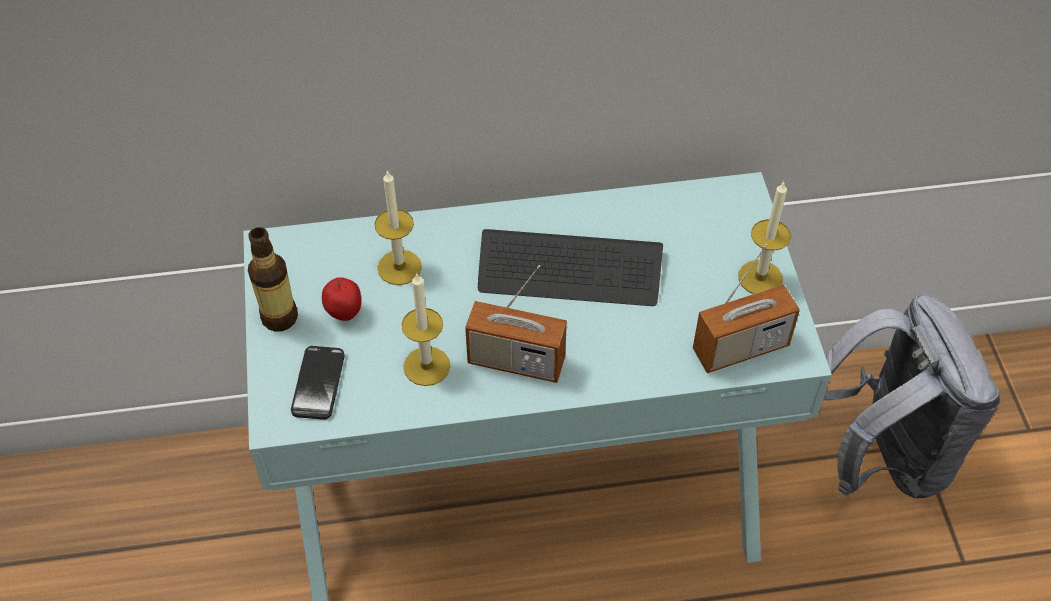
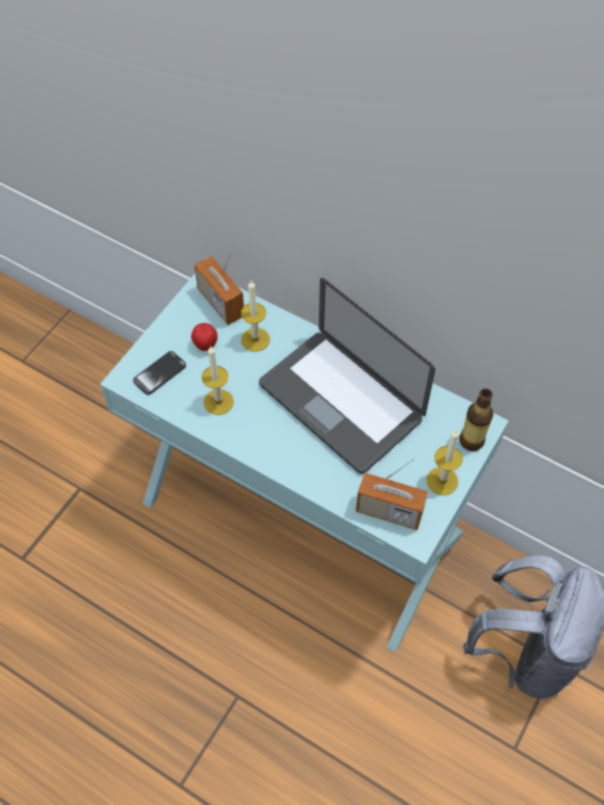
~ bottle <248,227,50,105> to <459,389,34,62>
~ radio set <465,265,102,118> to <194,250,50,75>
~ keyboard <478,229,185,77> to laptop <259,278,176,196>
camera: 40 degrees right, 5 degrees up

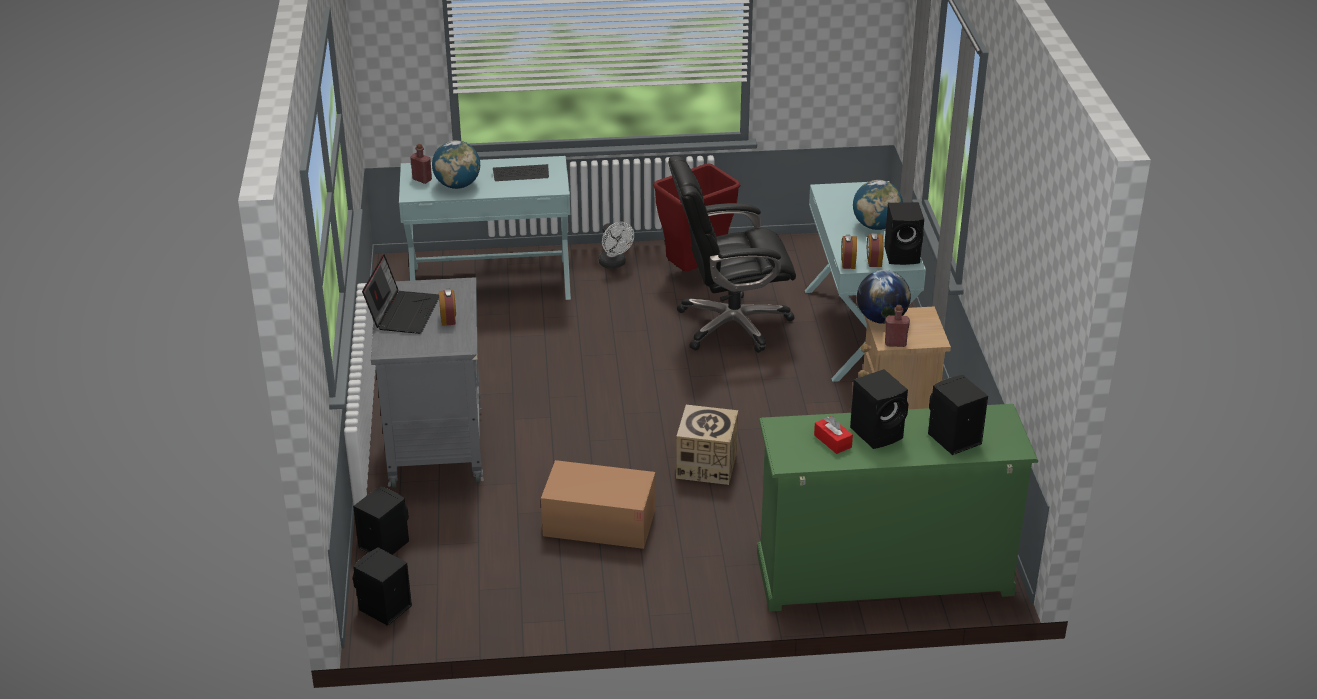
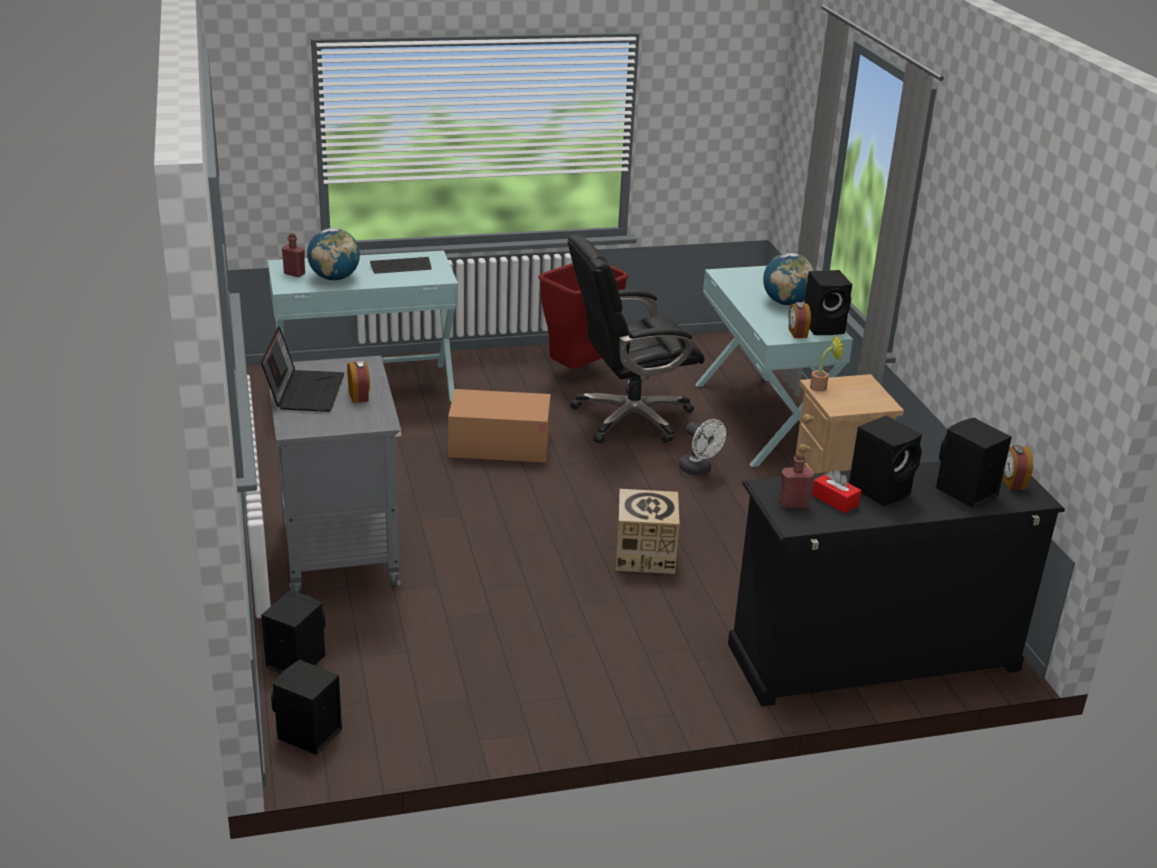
~ cardboard box <541,460,114,89> to <448,389,103,73>
~ electric fan/white <599,222,35,47> to <679,419,47,56>
~ cabinet/green <757,404,281,208> to cabinet/black <728,461,337,246>
~ alarm clock <841,235,16,34> to <1002,445,31,45>
~ world globe <857,270,54,54> to potted plant <810,334,34,58>
~ bottle/red-coloured <885,305,25,42> to <779,453,35,55>
camera: 10 degrees left, 5 degrees down

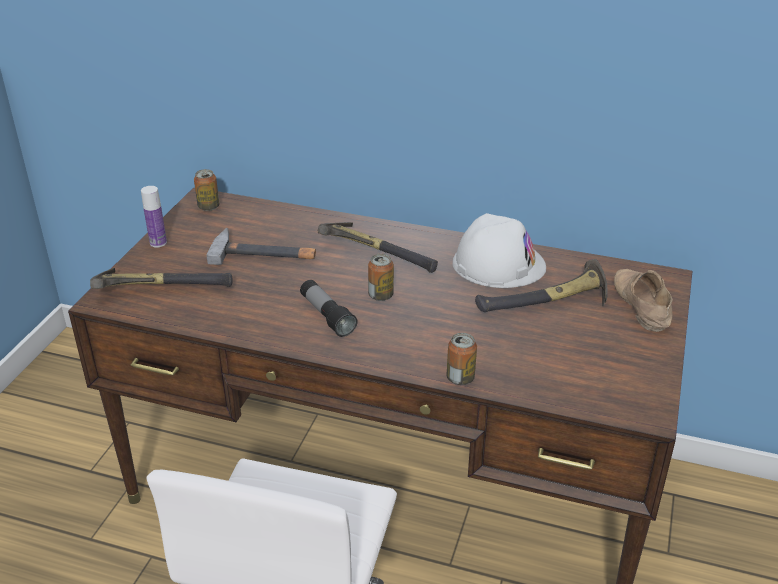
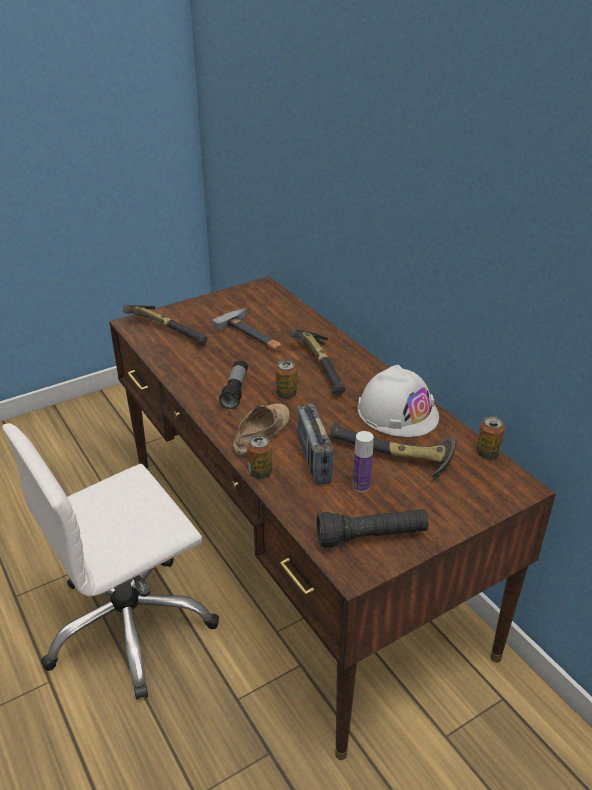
~ bottle <141,186,26,62> to <353,431,21,61>
~ metal can <194,169,26,42> to <476,416,29,43>
~ low shoe/sand-coloured <614,269,58,63> to <233,403,57,53>
+ radio set <297,404,37,80>
+ hand torch/black <317,509,112,39>
camera: 40 degrees right, 0 degrees up

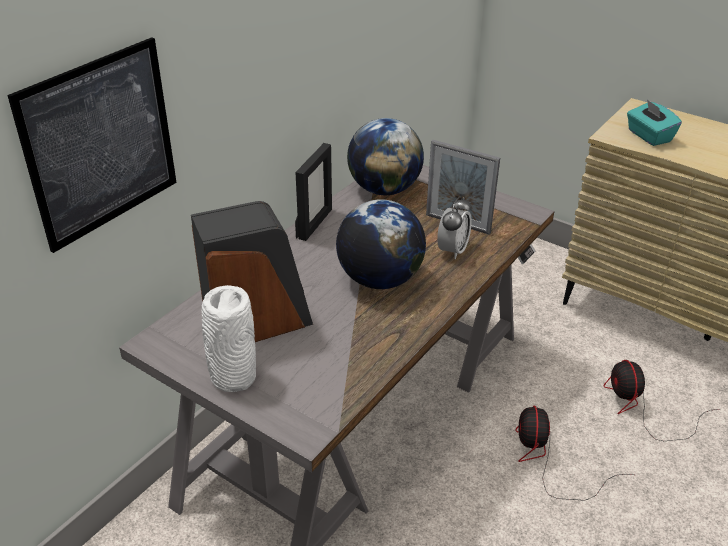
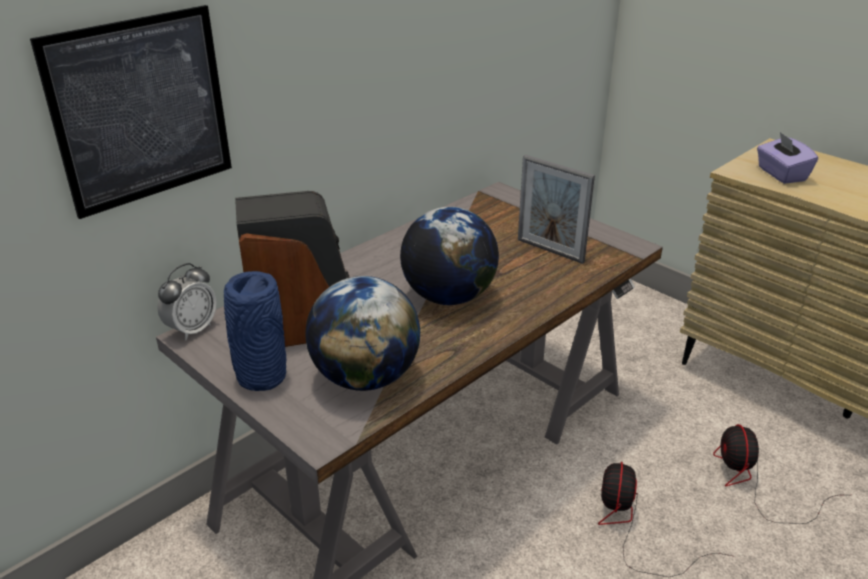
~ vase/white <202,285,54,107> to vase/bluish <224,271,62,120>
- picture frame <295,143,37,98>
~ world globe <347,118,77,77> to <305,276,115,115>
~ alarm clock <437,196,35,63> to <157,263,60,77>
~ tissue holder/turquoise <627,99,55,47> to tissue holder/purple <757,132,61,52>
camera: 10 degrees right, 5 degrees down

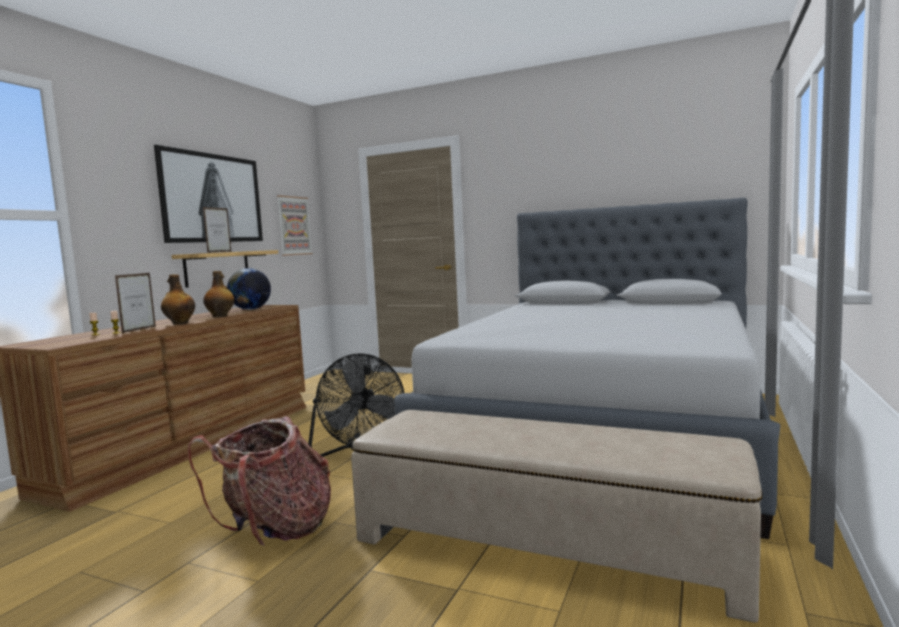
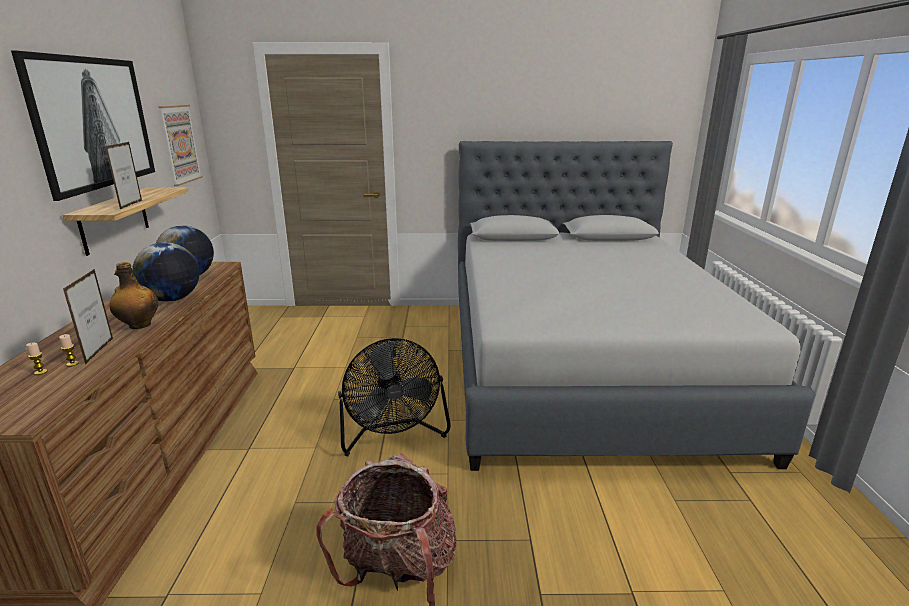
~ bottle <203,271,31,46> to world globe <132,242,68,60>
- long seat/sand-coloured <351,410,412,213>
camera: 25 degrees left, 15 degrees up

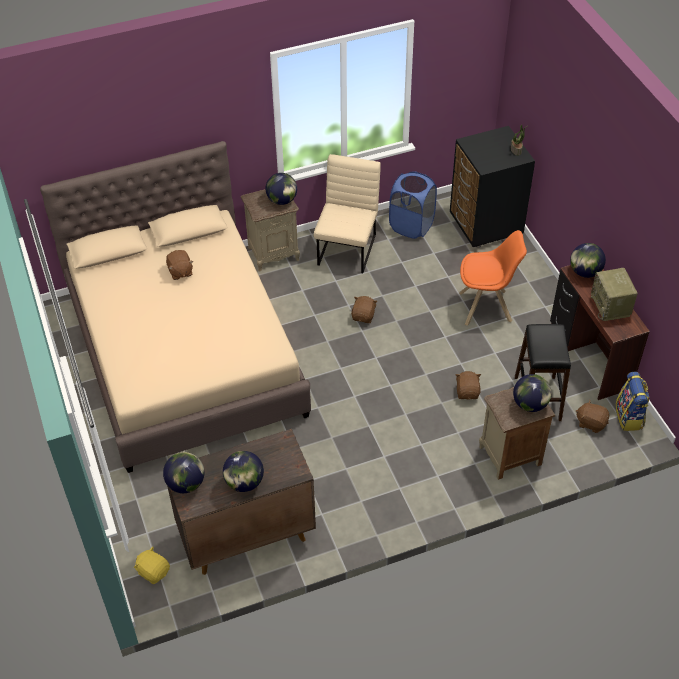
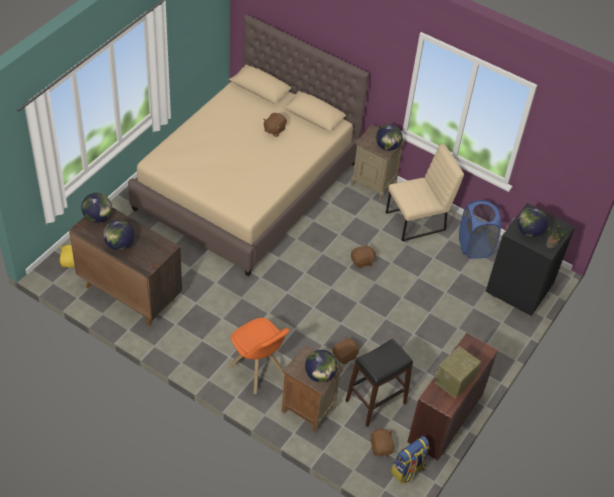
~ plain chair/orange <459,230,68,96> to <228,318,61,76>
~ world globe <570,243,36,35> to <518,207,30,30>
camera: 50 degrees right, 0 degrees up

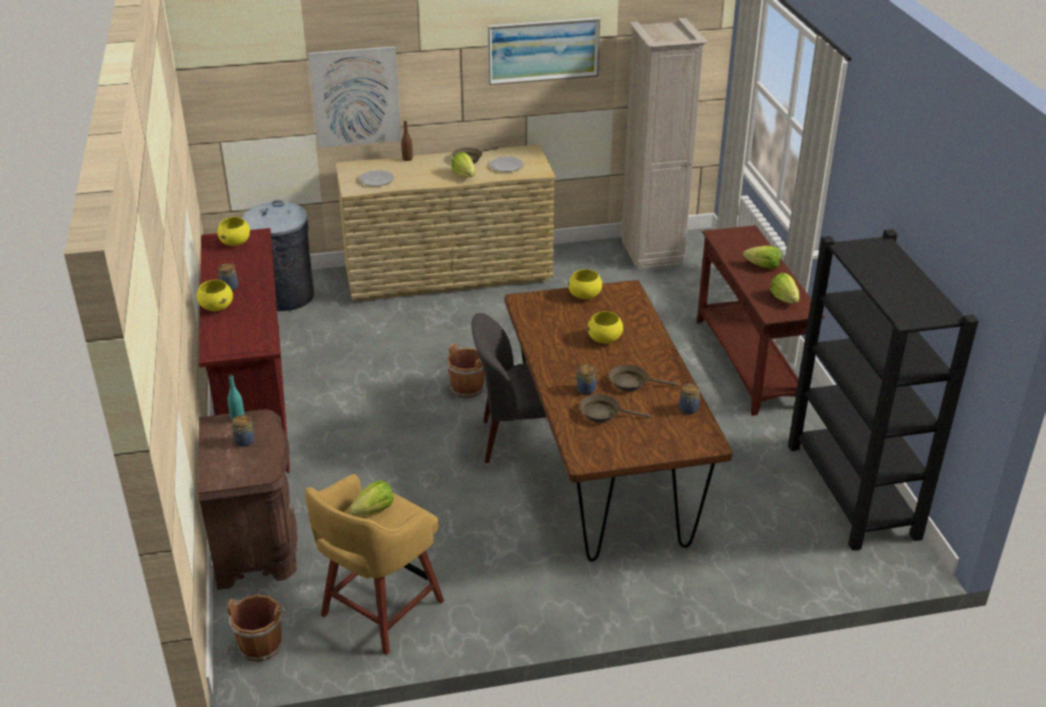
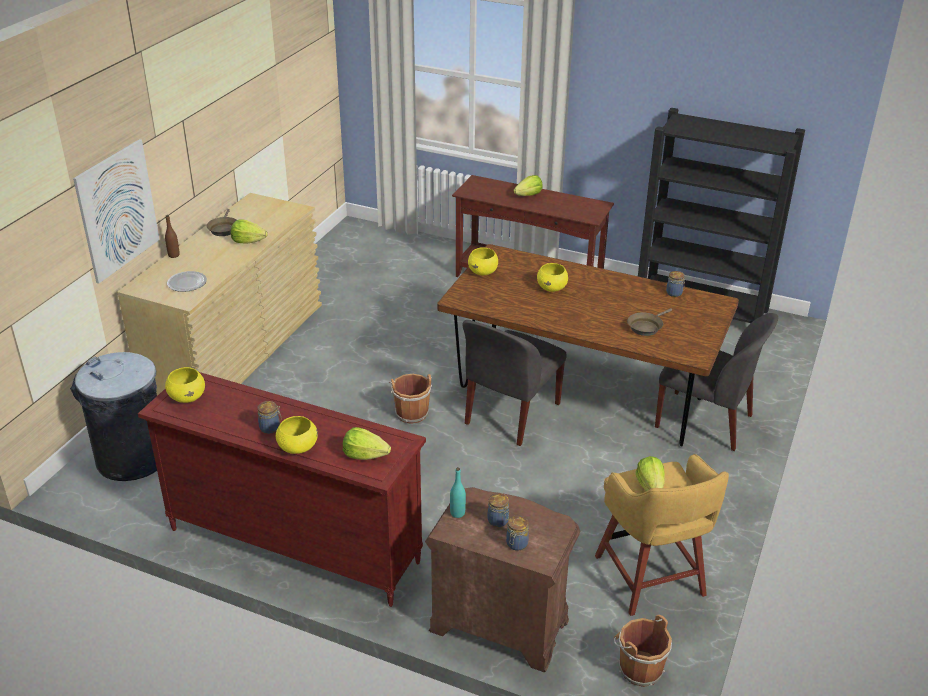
- wall picture <488,17,112,68>
- flat dish <490,156,34,16>
~ preserve jar <575,364,21,31> to <506,516,23,35>
- frying pan/brownish <609,365,70,27>
- cabinet/sand-coloured <621,18,87,252>
~ head of lettuce <770,273,29,30> to <343,427,48,33>
+ plain chair/grey <655,313,123,138>
camera: 55 degrees left, 0 degrees up

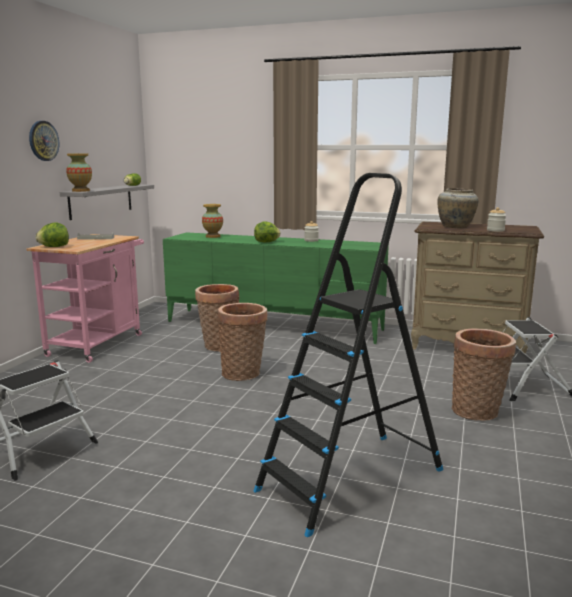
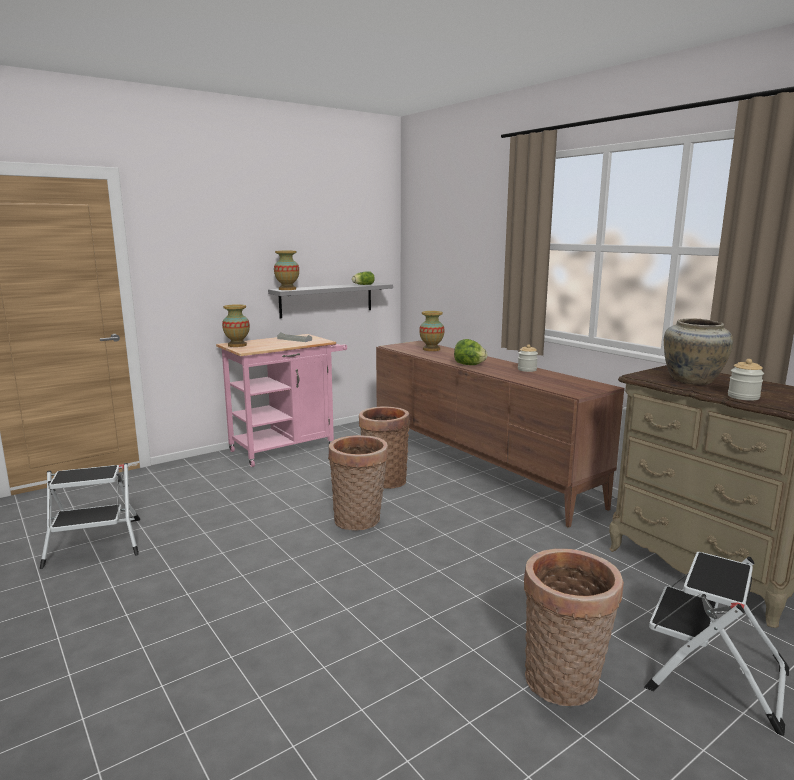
- wall clock <29,121,30,40>
~ head of lettuce <36,223,33,24> to vase <222,304,28,43>
~ cabinet/green <163,232,226,112> to cabinet/brownish <376,341,249,187>
- step stool/black <254,173,189,364>
camera: 35 degrees right, 0 degrees up

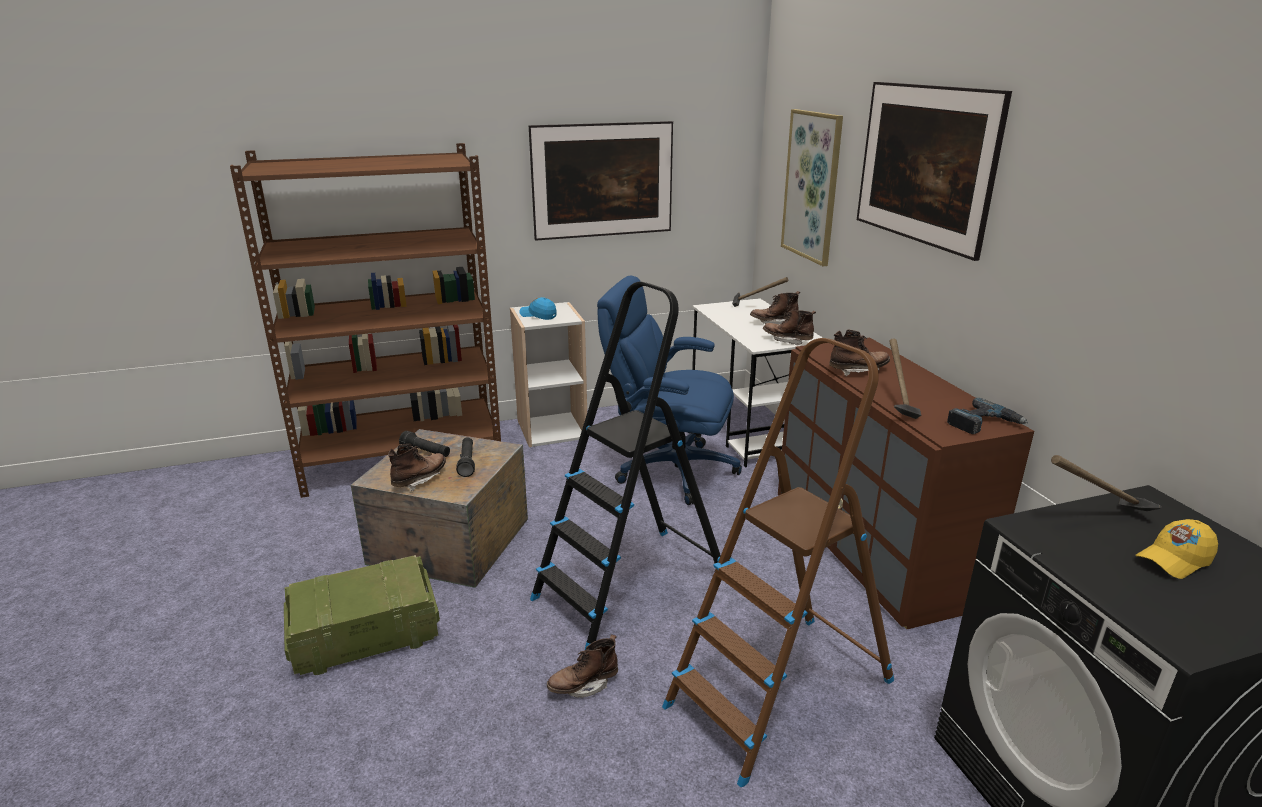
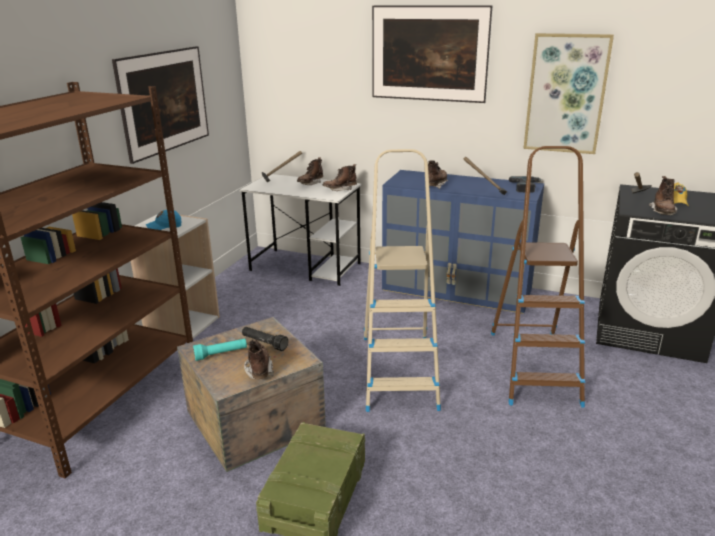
~ hand torch/black <399,431,51,26> to hand torch/turquoise <193,339,54,22>
~ step stool/black <530,282,191,367> to step stool/sand-coloured <364,149,77,263>
~ high-top boot/brownish <547,634,71,64> to <649,176,28,39>
- desk chair/bluish <597,276,145,229>
~ cabinet/brownish <778,338,256,291> to cabinet/bluish <382,170,162,144>
~ wall picture <781,109,62,157> to <523,33,91,121>
camera: 50 degrees left, 0 degrees up

